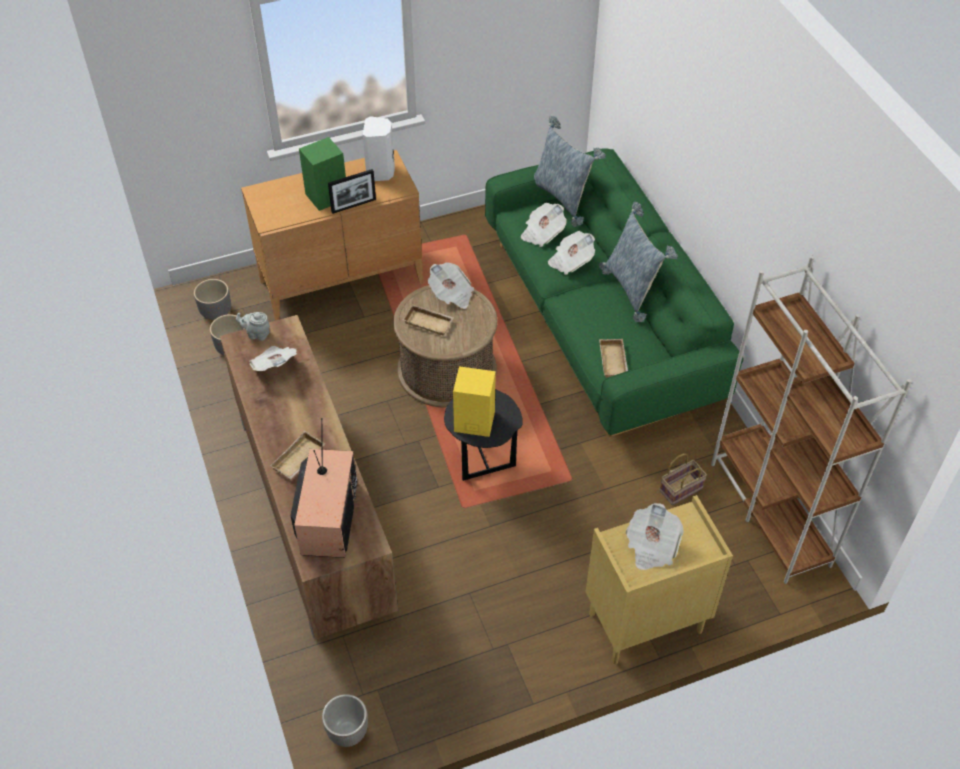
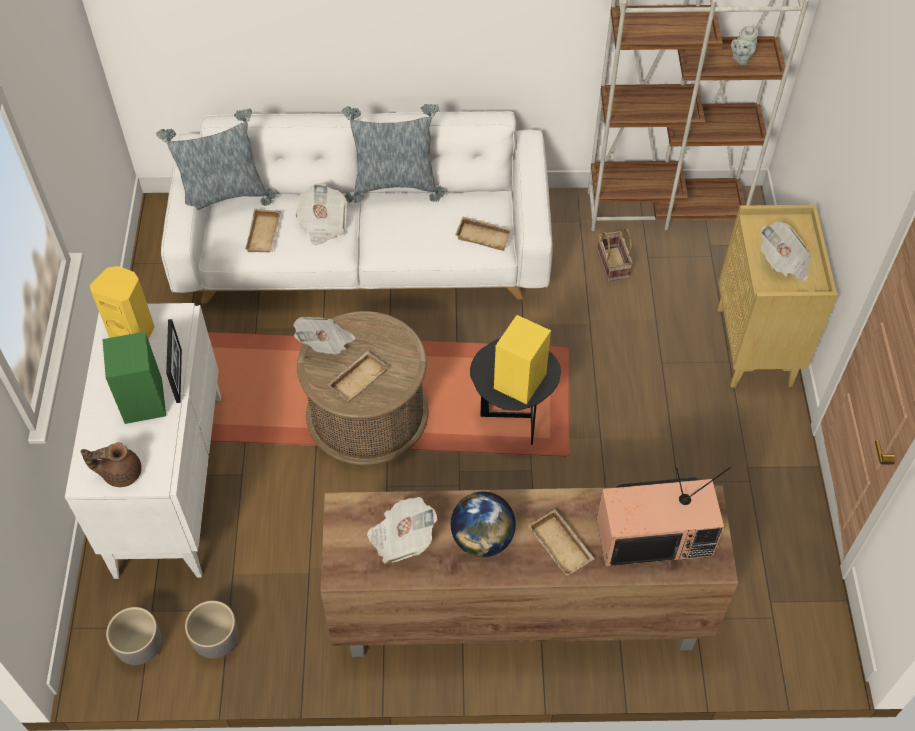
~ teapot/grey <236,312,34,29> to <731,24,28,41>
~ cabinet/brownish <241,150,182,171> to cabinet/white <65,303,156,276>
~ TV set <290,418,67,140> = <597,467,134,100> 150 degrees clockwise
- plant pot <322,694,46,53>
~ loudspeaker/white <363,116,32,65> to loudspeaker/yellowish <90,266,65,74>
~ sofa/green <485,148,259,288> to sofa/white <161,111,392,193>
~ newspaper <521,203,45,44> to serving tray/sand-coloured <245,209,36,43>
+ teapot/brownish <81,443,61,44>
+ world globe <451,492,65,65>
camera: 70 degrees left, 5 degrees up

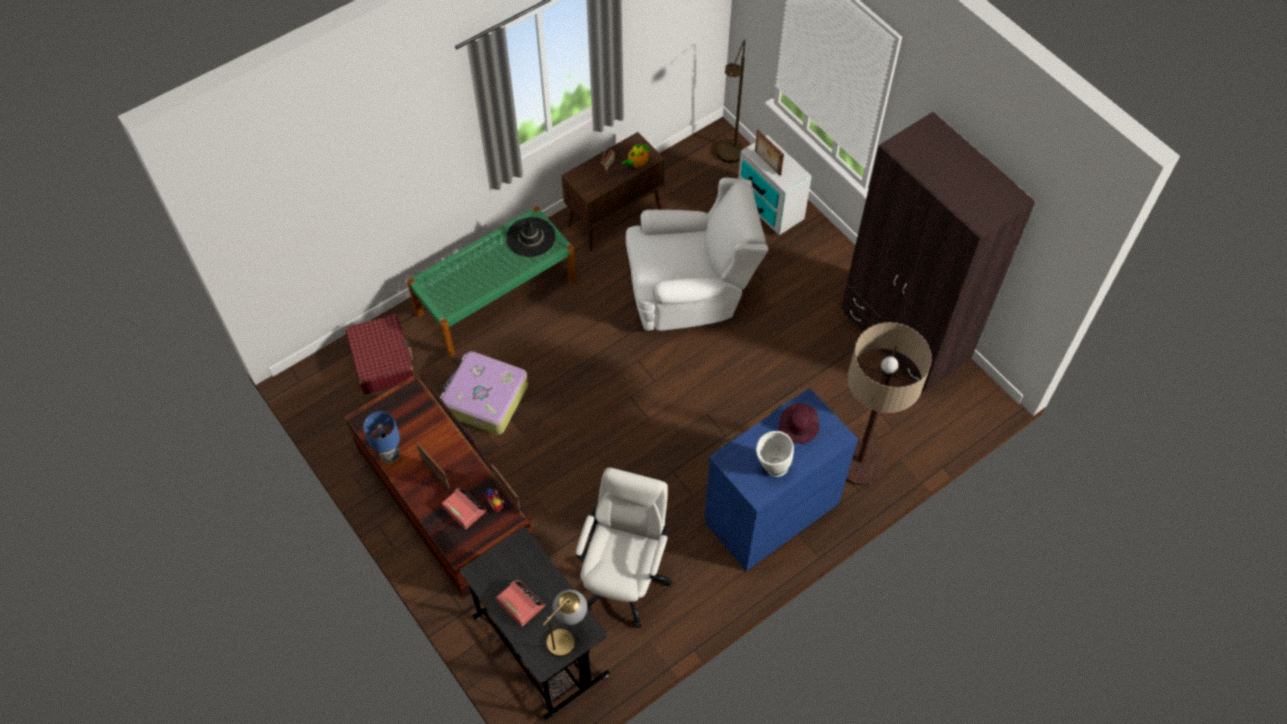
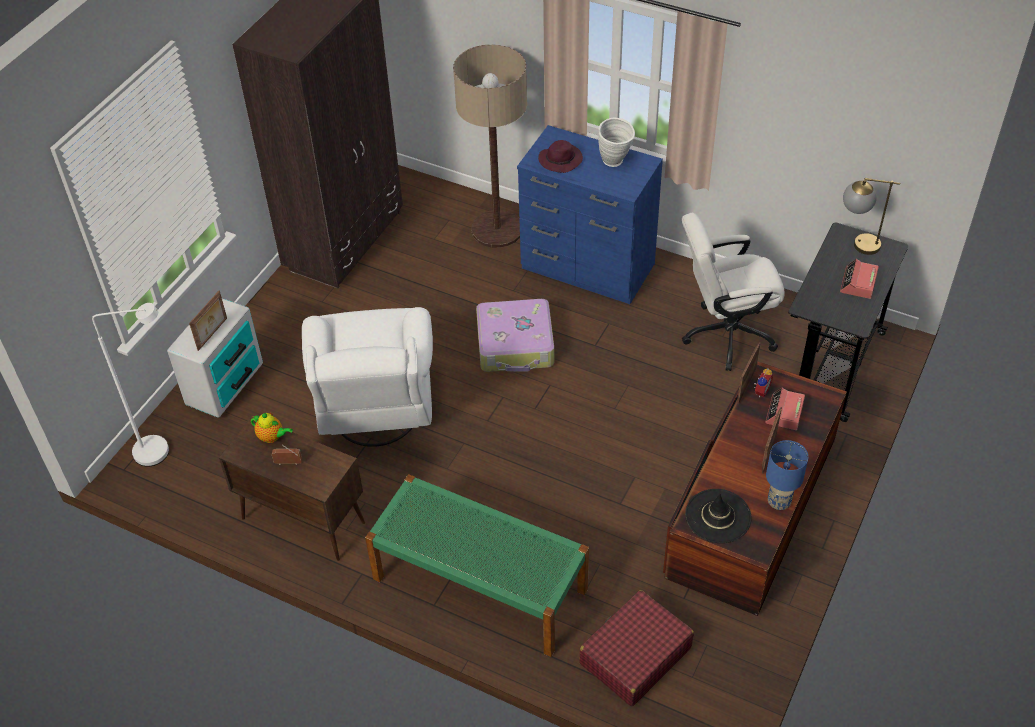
~ suitcase <440,351,88,84> to <476,299,78,73>
~ clothing hat/black <506,217,49,40> to <685,489,66,54>
~ lounge chair/white <626,178,143,153> = <302,307,131,140> 150 degrees counterclockwise
~ floor lamp/brownish <717,40,28,123> to floor lamp/white <92,303,77,164>
camera: 115 degrees left, 10 degrees down

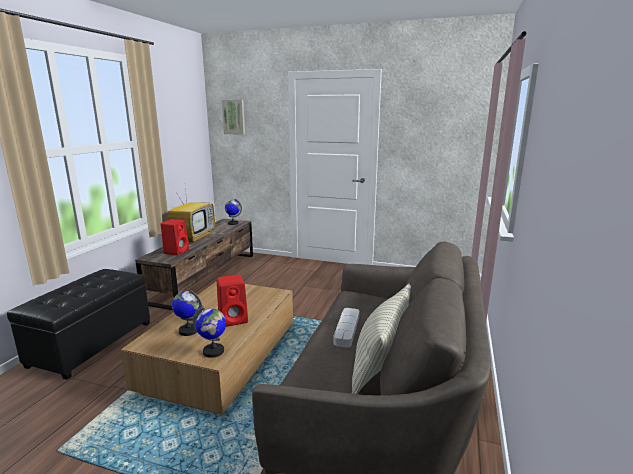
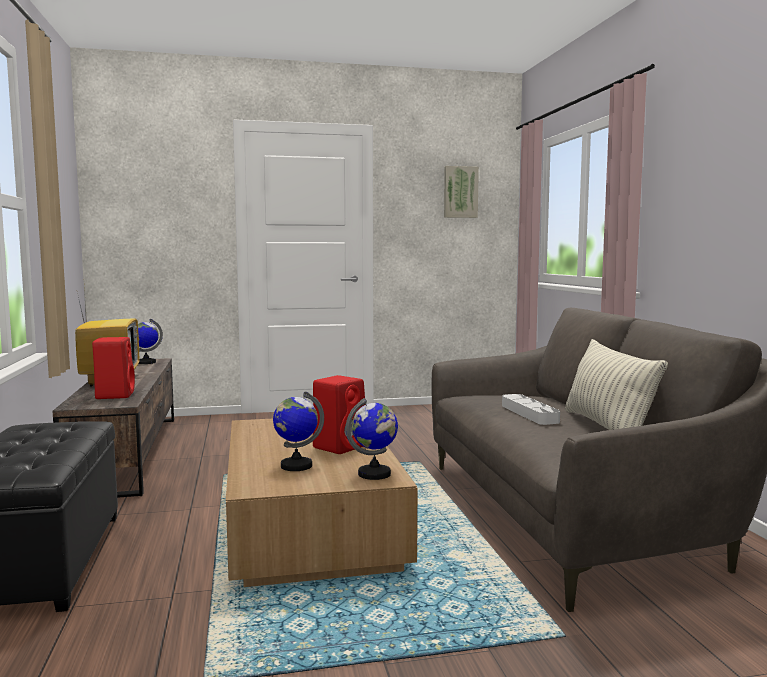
~ wall picture <222,100,23,35> to <444,166,35,52>
camera: 30 degrees left, 10 degrees down

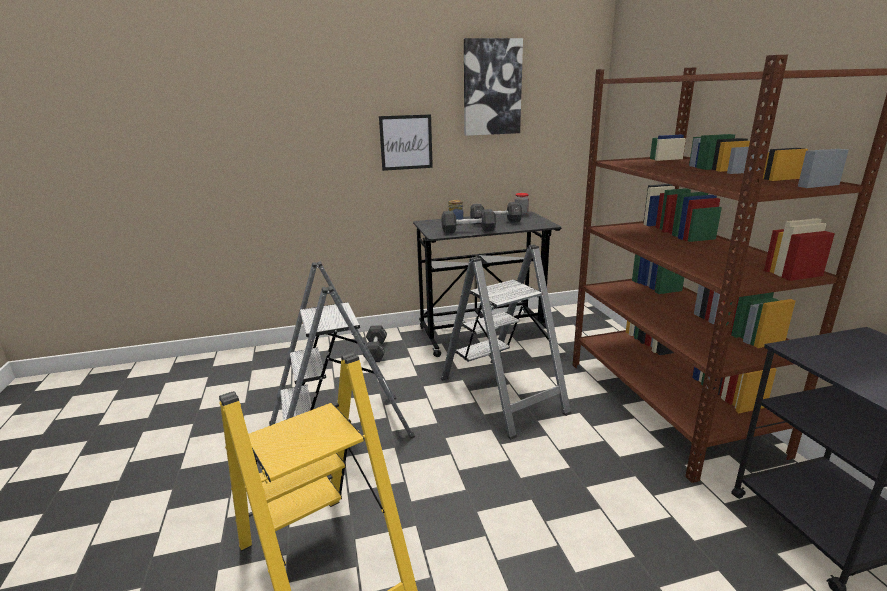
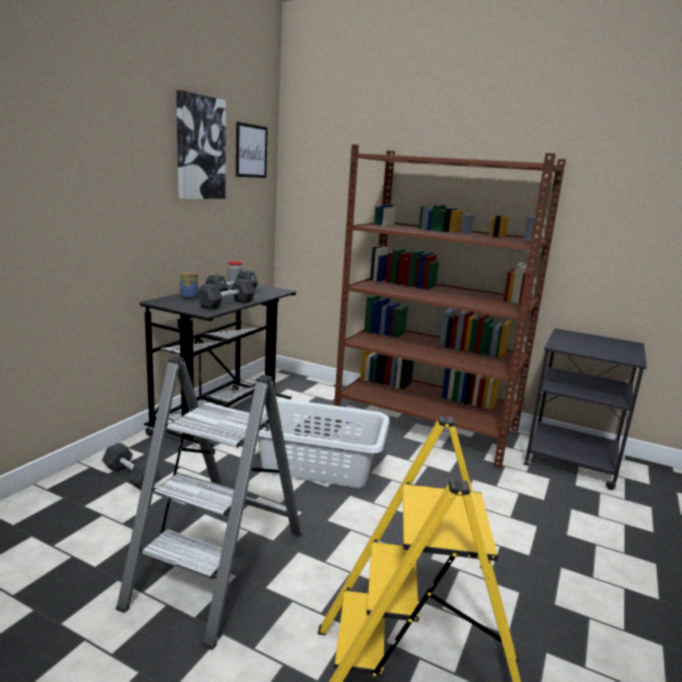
~ wall picture <379,114,54,57> to <236,122,32,56>
~ step stool/grey <441,244,130,195> to hamper/grey <258,398,132,90>
camera: 50 degrees left, 5 degrees down

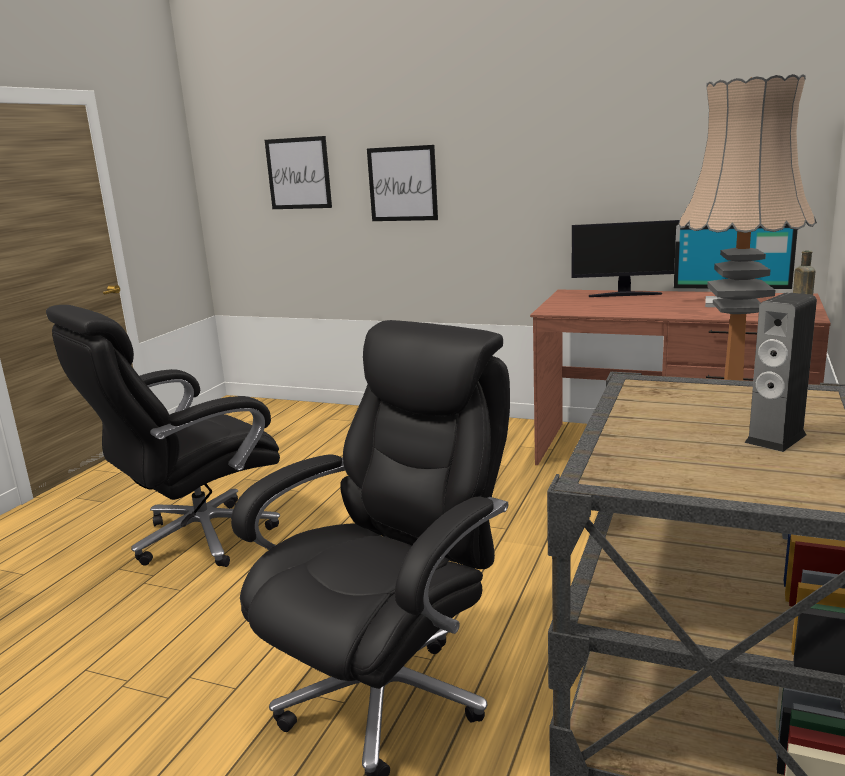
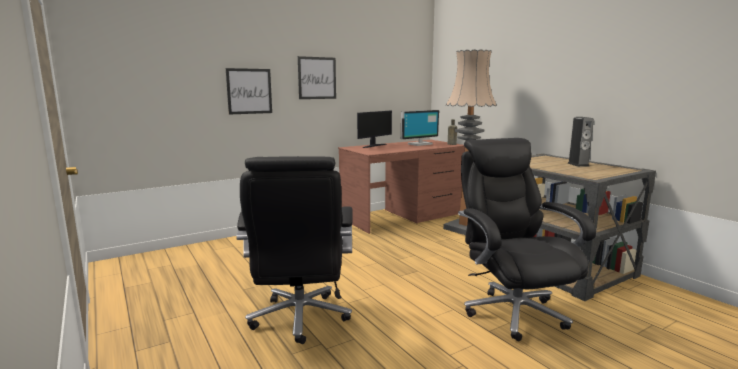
~ wall picture <265,136,67,73> to <298,56,38,43>
camera: 55 degrees left, 5 degrees down

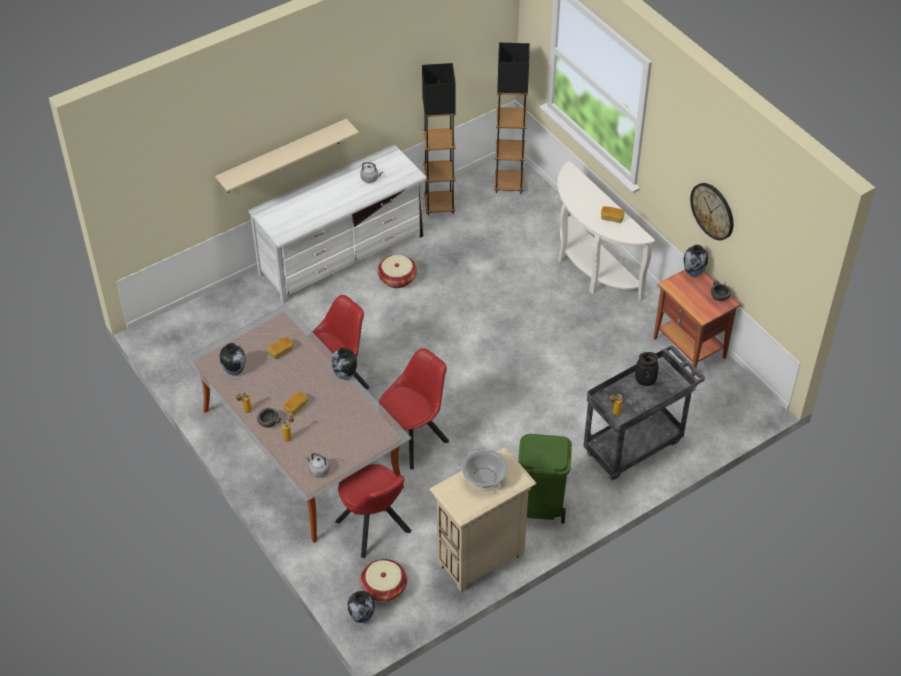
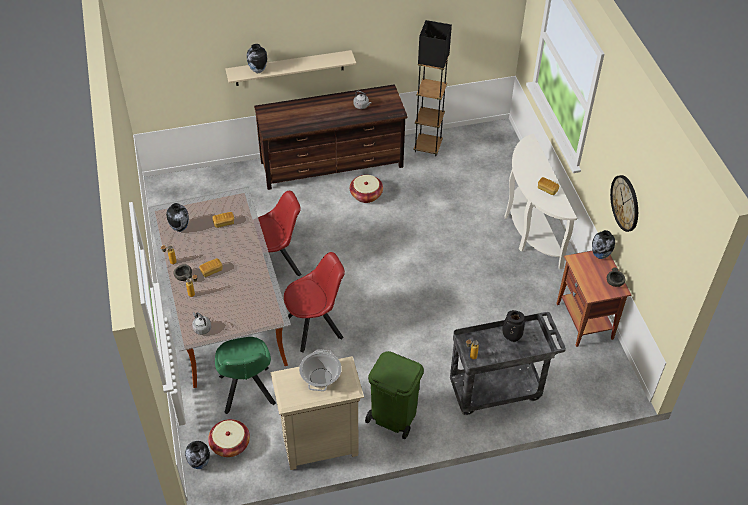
~ dresser/white <249,144,177,160> to dresser/brownish <254,84,154,106>
~ vase <332,347,25,33> to <247,44,20,29>
~ plain chair/red-coloured <335,464,76,94> to plain chair/green <215,337,61,77>
- floor lamp/black <494,42,36,152>
camera: 20 degrees right, 0 degrees up

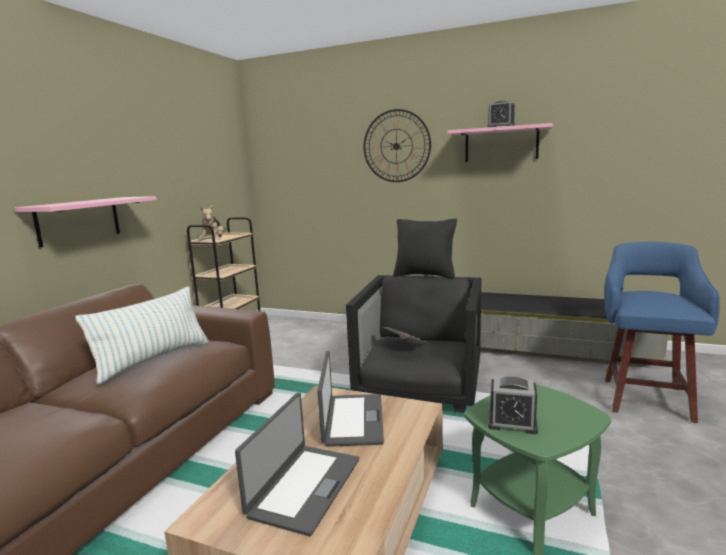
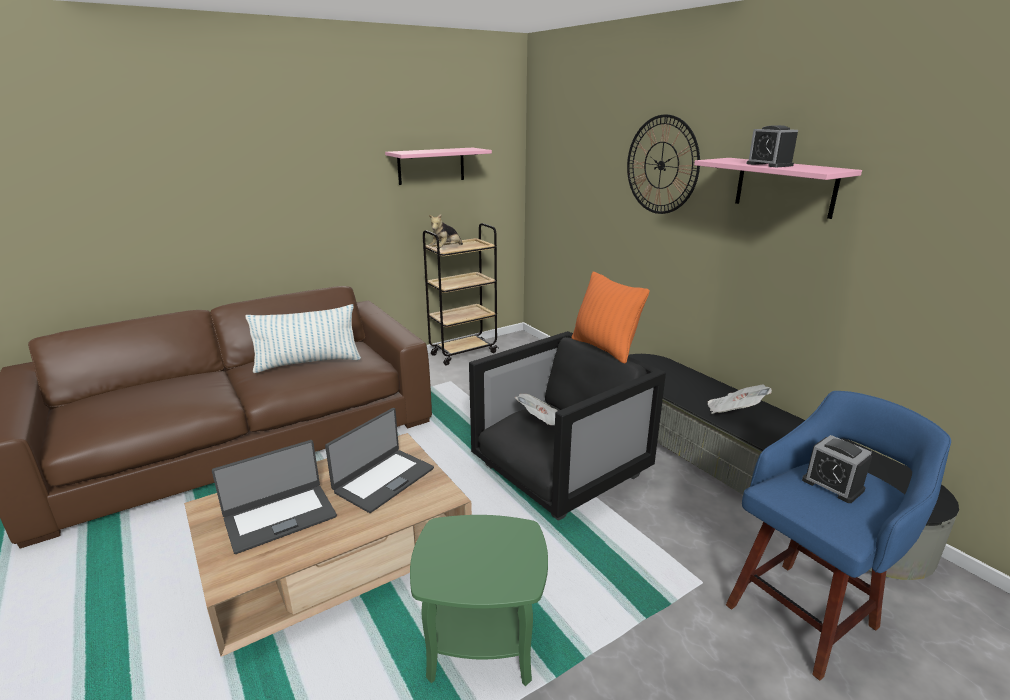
~ bracket shelf/pink <15,196,142,52> to <385,148,107,37>
~ throw pillow/black <393,219,64,59> to throw pillow/orange <572,272,78,92>
~ alarm clock <488,376,50,58> to <802,435,70,68>
+ newspaper <707,385,65,29>
camera: 35 degrees right, 10 degrees up

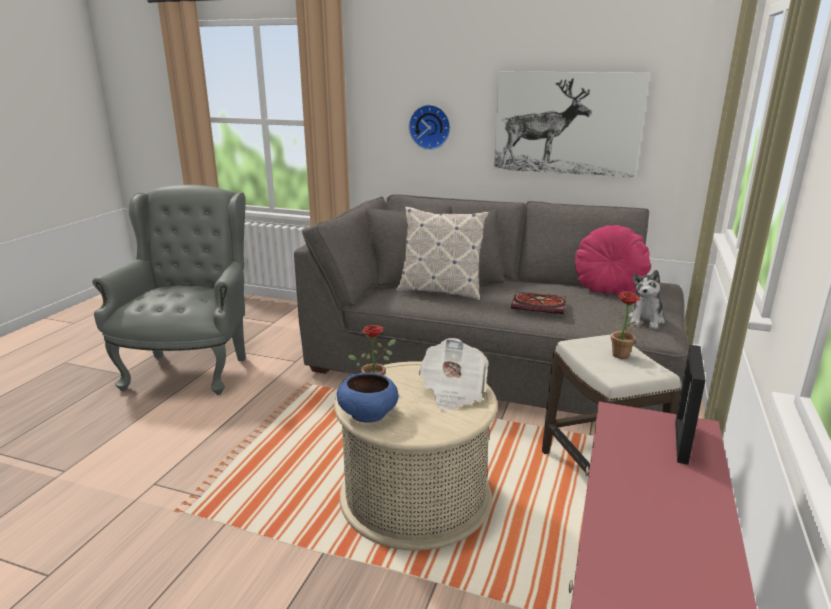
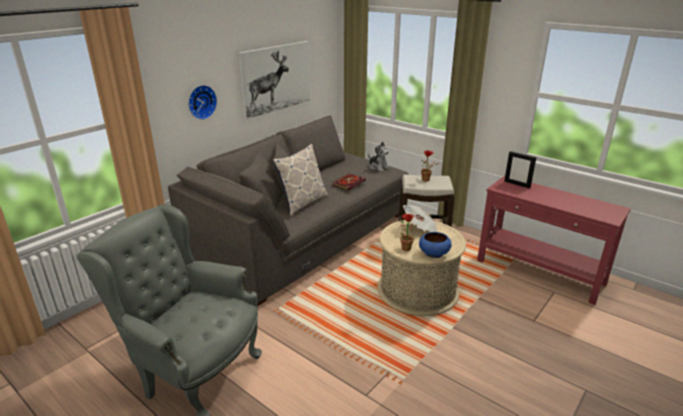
- throw pillow/pink <575,225,76,70>
camera: 70 degrees left, 5 degrees up

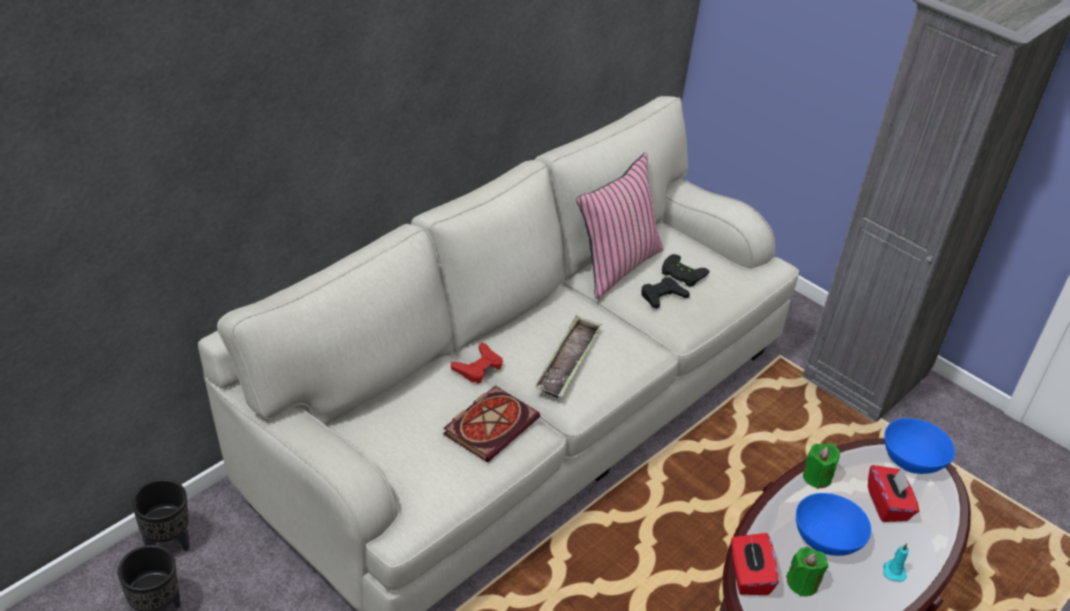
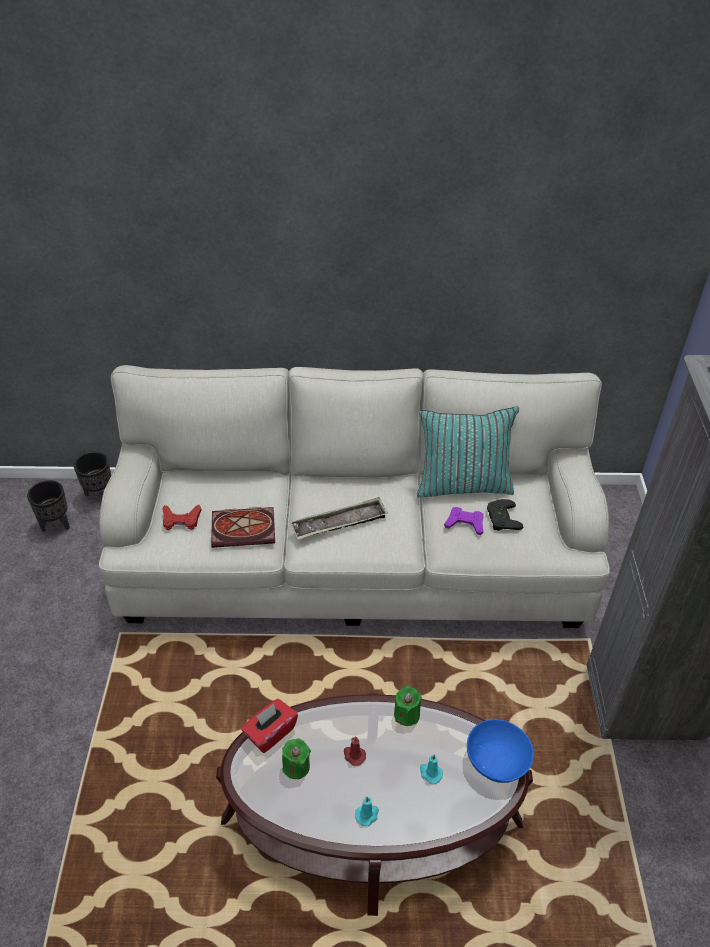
~ gamepad/red-coloured <451,342,52,42> to <162,505,39,25>
~ throw pillow/pink <576,153,87,146> to throw pillow/turquoise <417,407,102,91>
~ gamepad/black <641,277,49,32> to gamepad/purple <444,507,40,28>
~ bowl/bluish <796,493,75,63> to wax light/red-coloured <344,737,22,29>
~ tissue holder/red-coloured <868,465,51,57> to wax light/turquoise <420,755,23,29>
camera: 50 degrees right, 5 degrees up

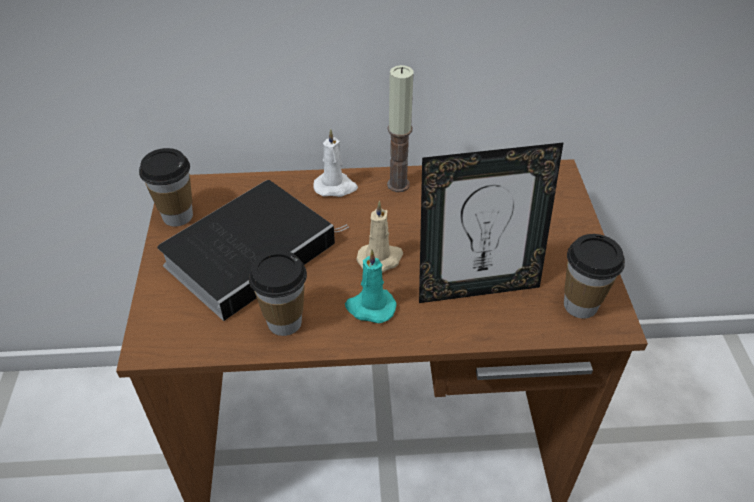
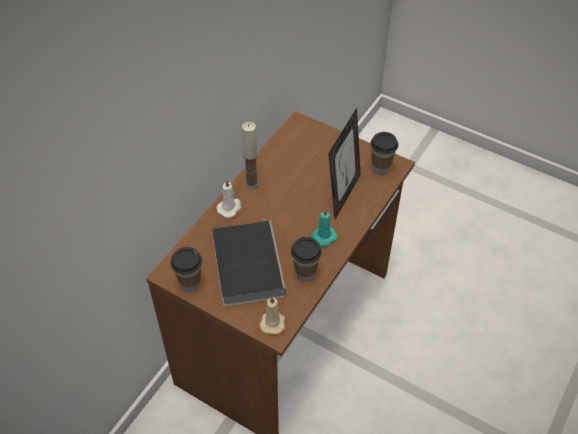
~ wax light/sand-coloured <356,201,47,72> to <259,296,26,39>
camera: 55 degrees left, 5 degrees up

